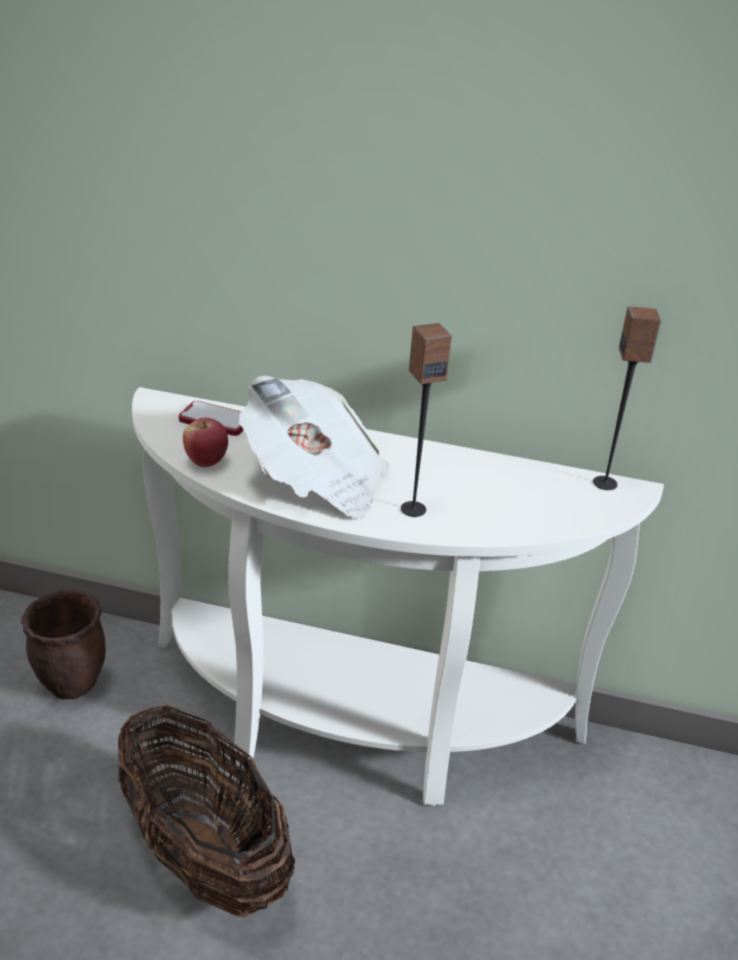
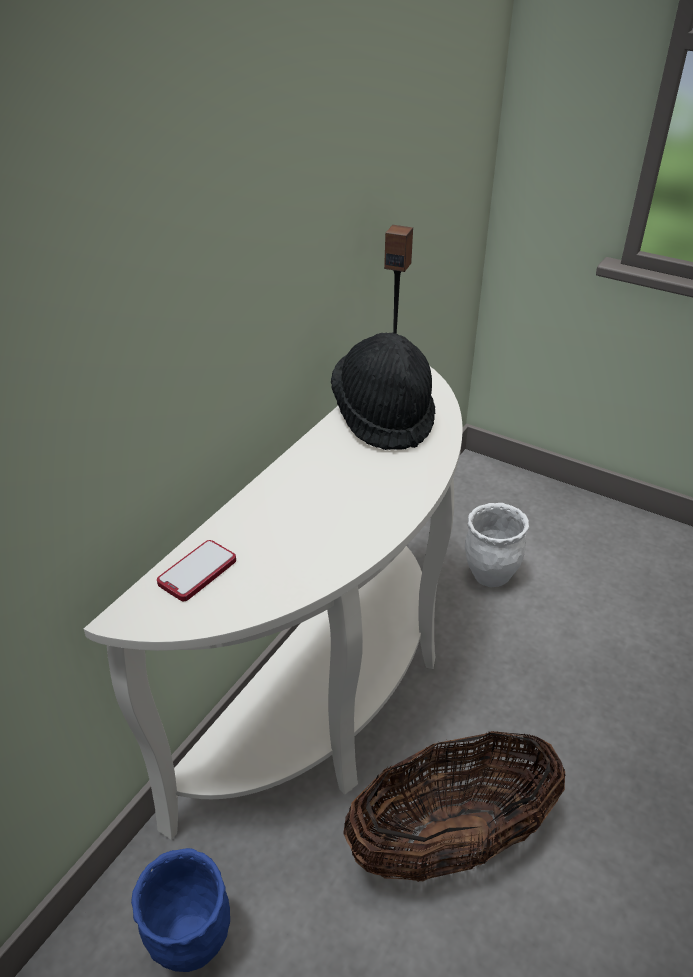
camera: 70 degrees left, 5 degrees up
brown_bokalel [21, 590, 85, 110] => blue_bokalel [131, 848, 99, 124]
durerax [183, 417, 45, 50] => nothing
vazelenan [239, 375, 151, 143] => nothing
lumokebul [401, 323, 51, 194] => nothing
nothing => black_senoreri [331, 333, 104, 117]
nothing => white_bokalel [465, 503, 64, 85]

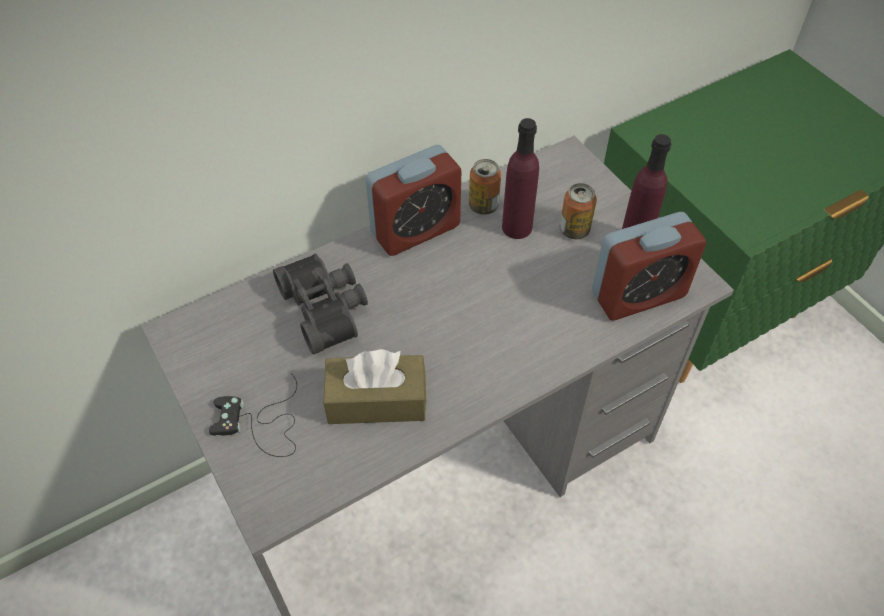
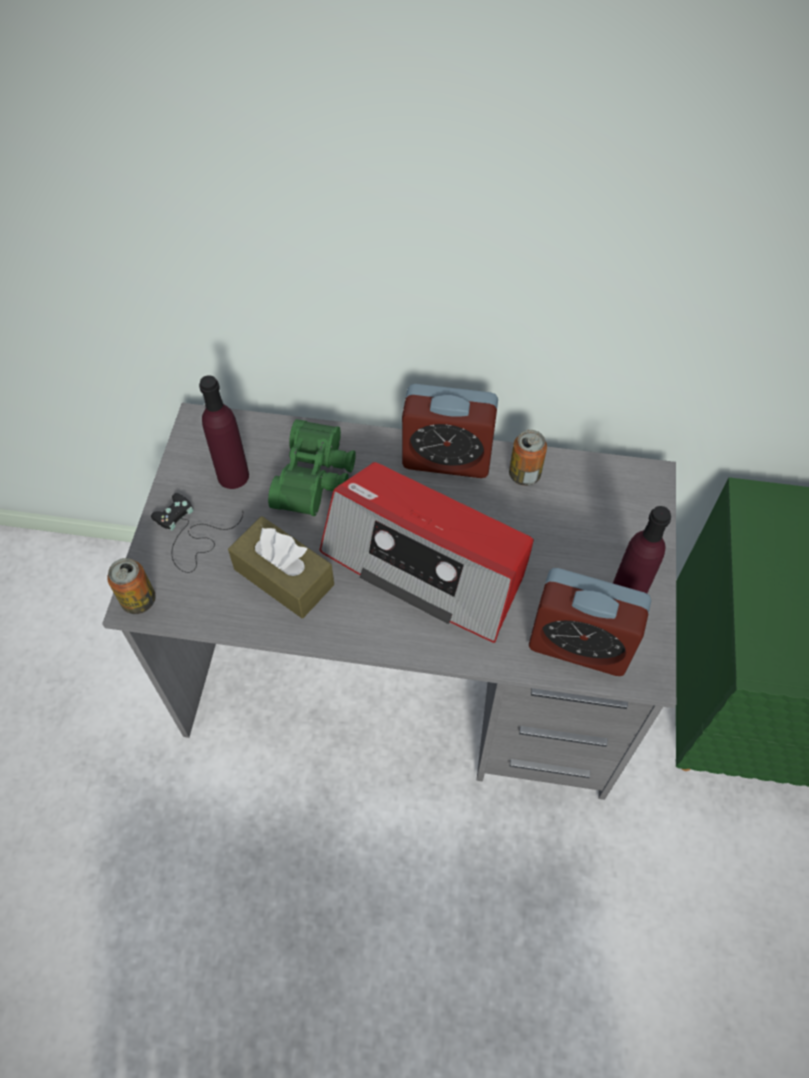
camera: 40 degrees right, 5 degrees up
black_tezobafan [273, 253, 95, 102] => green_tezobafan [268, 419, 88, 97]
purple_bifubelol [502, 118, 37, 121] => purple_bifubelol [199, 375, 50, 114], moved
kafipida [559, 183, 38, 56] => kafipida [107, 558, 49, 56], moved
nothing => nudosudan [320, 462, 214, 181]

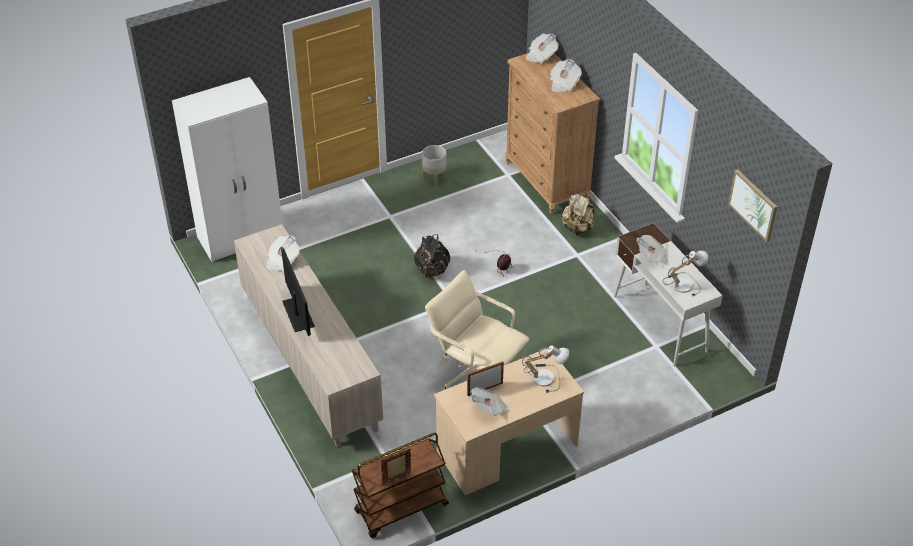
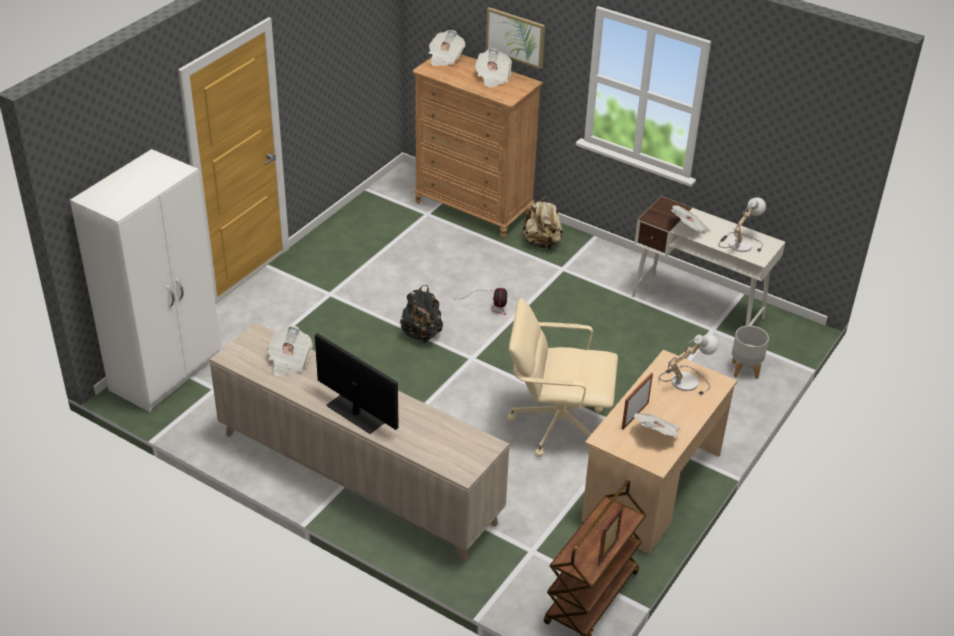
camera: 30 degrees left, 5 degrees down
grey_bokalel [422, 145, 24, 41] => grey_bokalel [732, 325, 37, 54], moved
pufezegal [728, 169, 49, 73] => pufezegal [486, 7, 59, 62], moved

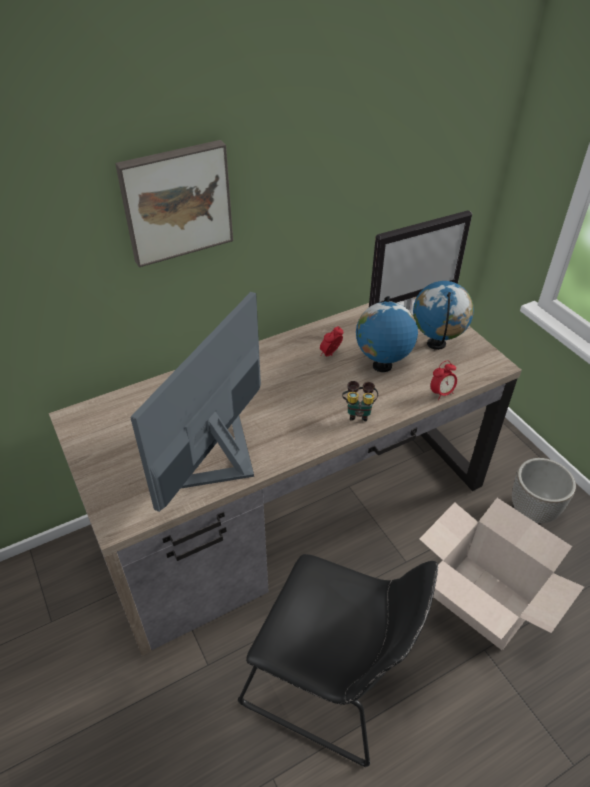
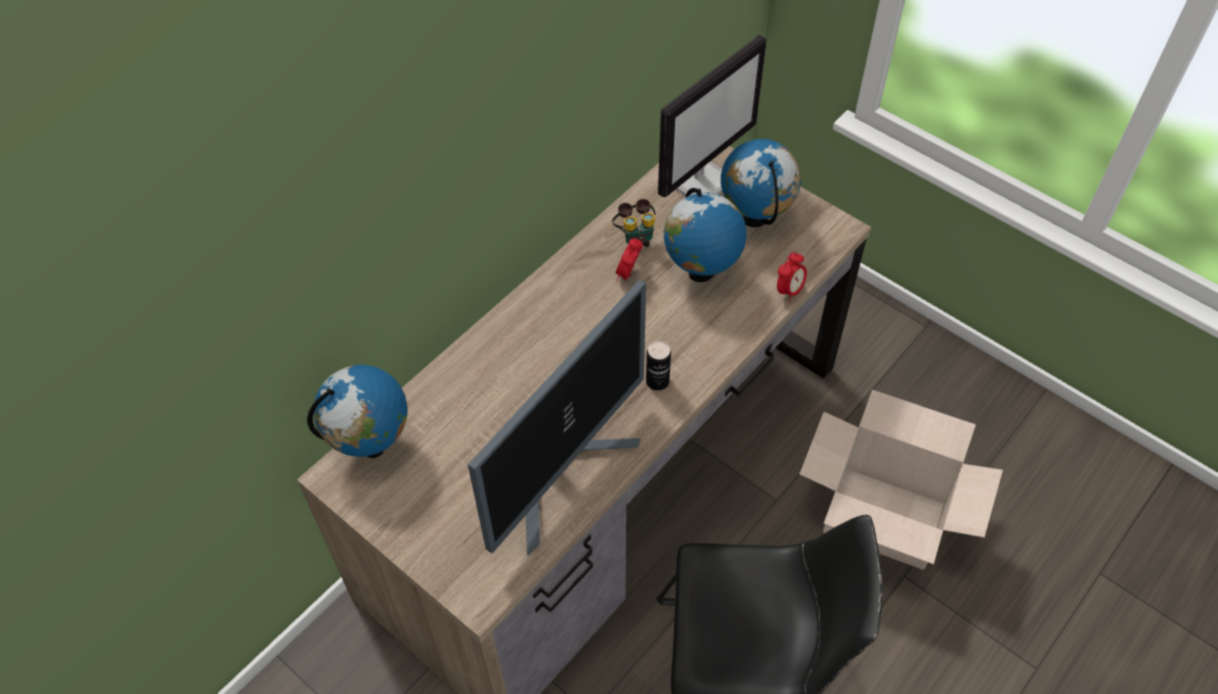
camera: 20 degrees left, 10 degrees up
pufezegal [115, 140, 118, 127] => nothing
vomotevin [130, 292, 131, 220] => vomotevin [468, 279, 178, 277], 150 degrees counterclockwise
tezobafan [342, 381, 36, 40] => tezobafan [612, 199, 43, 48], moved
bokalel [512, 458, 64, 65] => nothing
nothing => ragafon [307, 365, 101, 93]
nothing => kafipida [646, 341, 25, 50]

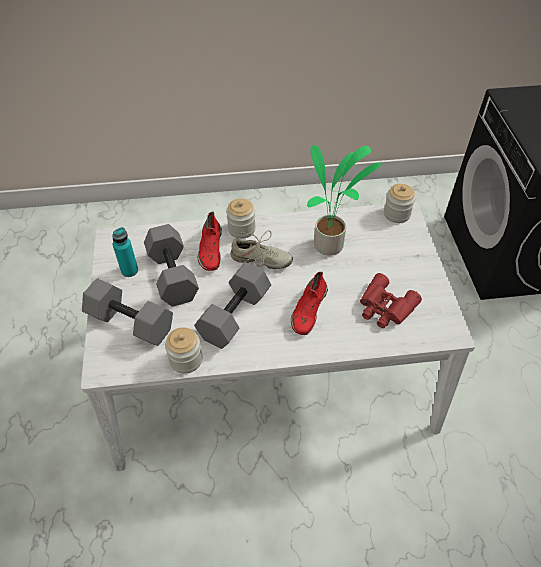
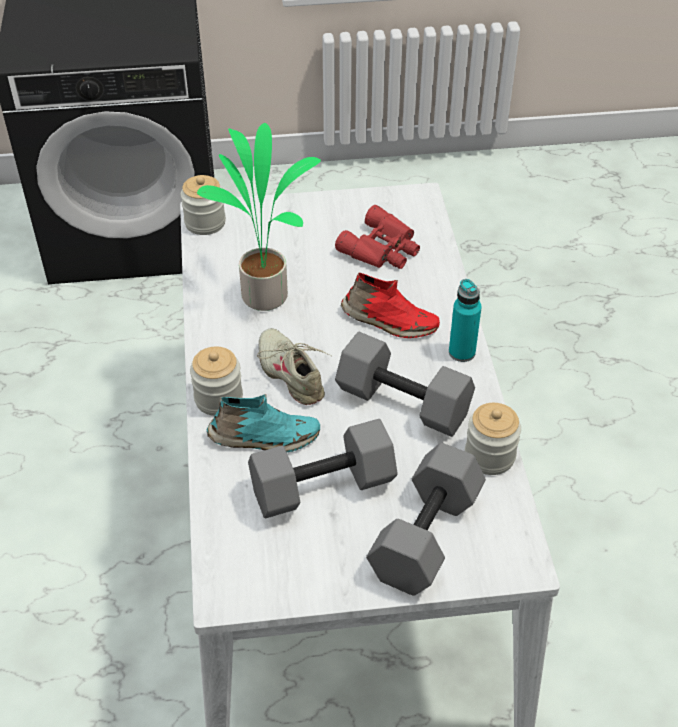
camera: 90 degrees left, 5 degrees down
turquoise_bifubelol [112, 227, 26, 50] => turquoise_bifubelol [449, 279, 33, 83], moved
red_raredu [198, 211, 24, 60] => turquoise_raredu [207, 394, 113, 58]
beige_raredu [230, 230, 63, 39] => beige_raredu [257, 328, 75, 77], 45 degrees counterclockwise

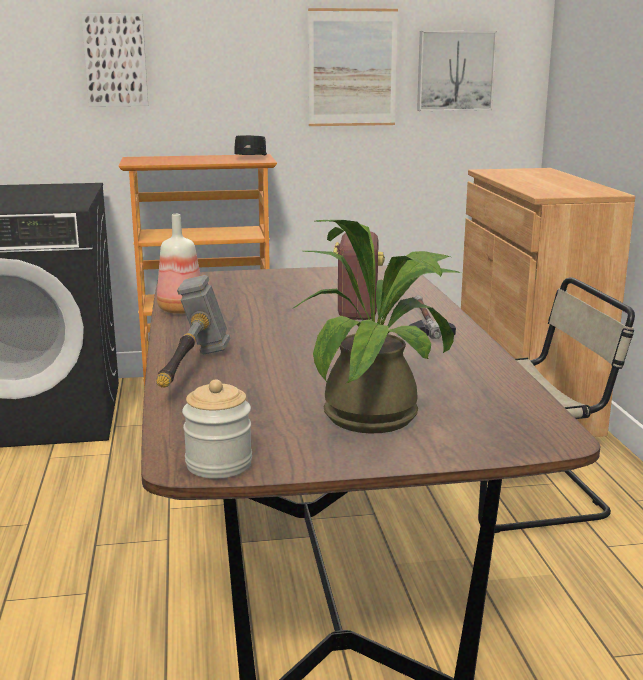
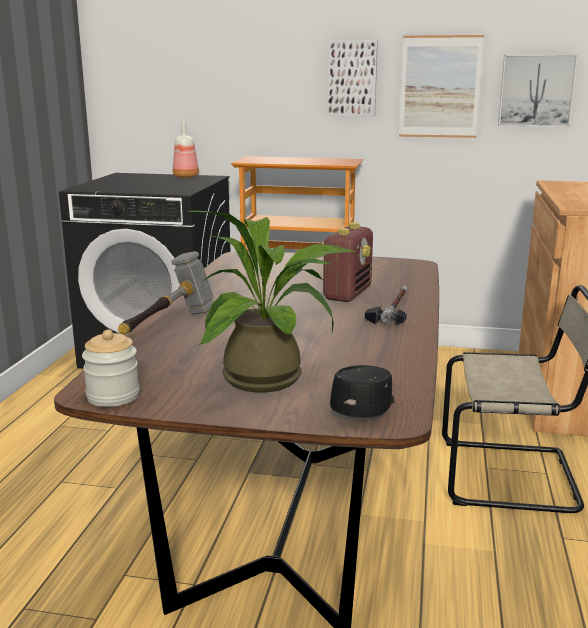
camera: 20 degrees right, 0 degrees up
pufezegal [81, 13, 67, 94] => pufezegal [328, 40, 50, 77], moved
bifubelol [157, 214, 44, 100] => bifubelol [173, 122, 26, 56], moved
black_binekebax [234, 135, 33, 20] => black_binekebax [330, 365, 64, 53], moved

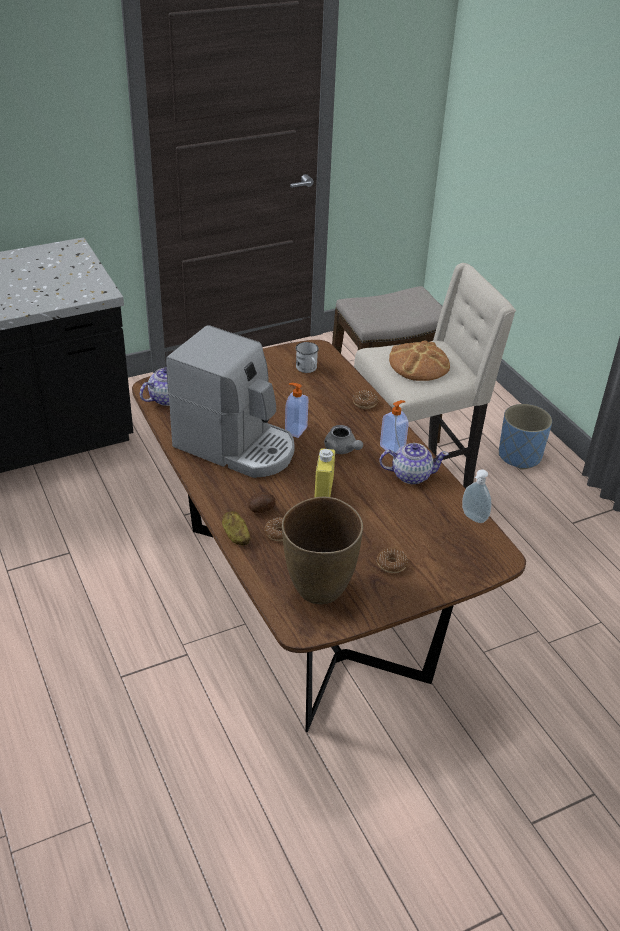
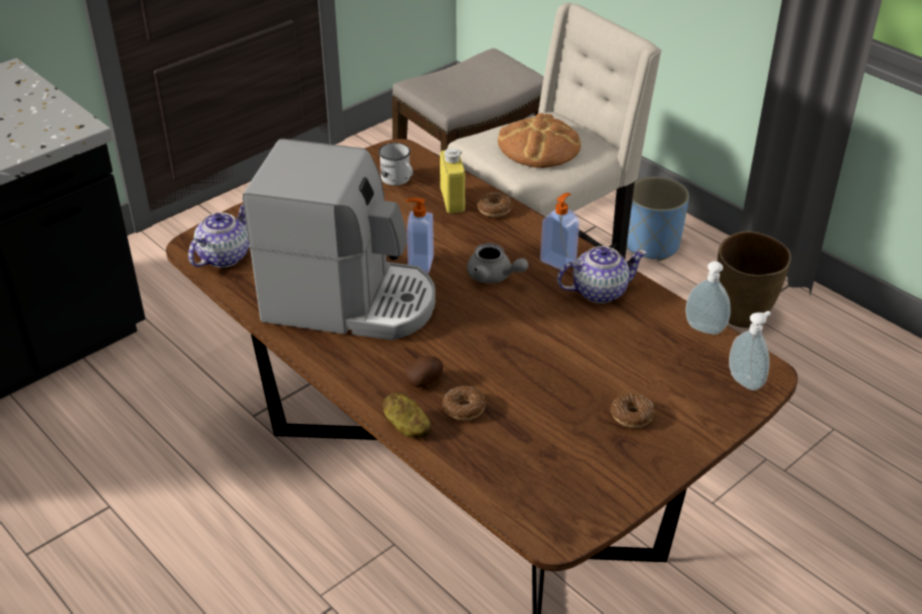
camera: 15 degrees left, 0 degrees up
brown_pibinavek [282, 497, 81, 107] => brown_pibinavek [717, 231, 74, 97], moved
yellow_bifubelol [315, 448, 20, 49] => yellow_bifubelol [440, 148, 25, 65], moved
nothing => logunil [729, 311, 42, 80]

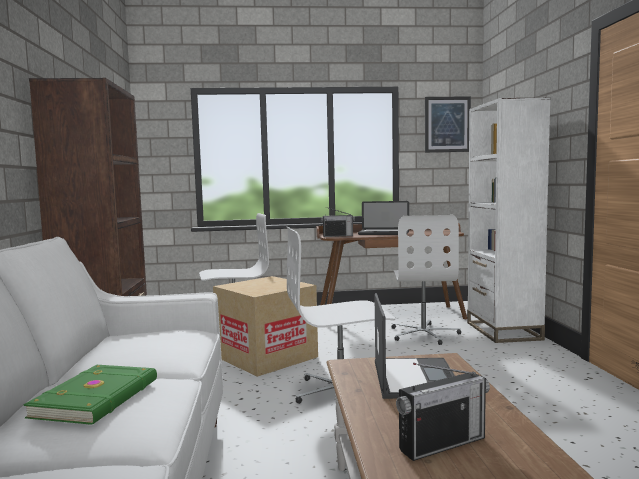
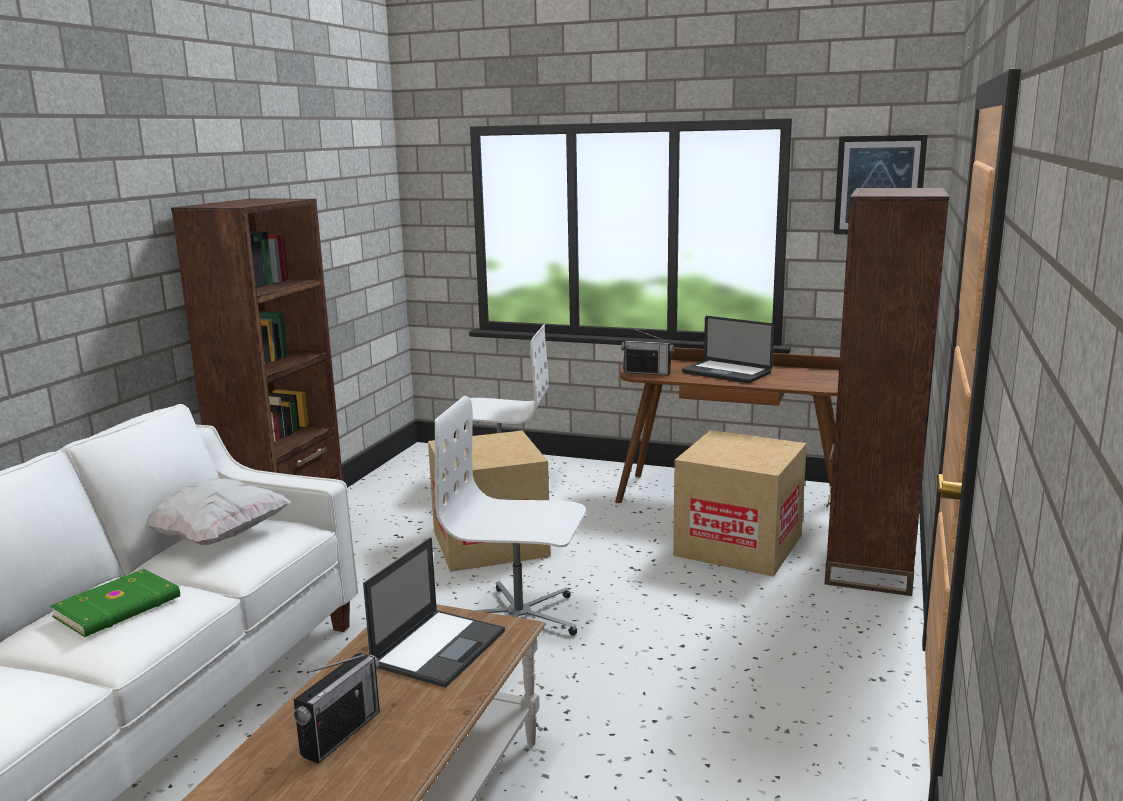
camera: 25 degrees right, 10 degrees up
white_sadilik [391, 215, 70, 130] => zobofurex [673, 430, 134, 147]
nudosudan [396, 363, 94, 98] => nudosudan [294, 653, 86, 111], 60 degrees counterclockwise
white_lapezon [467, 98, 84, 245] => brown_lapezon [825, 188, 124, 408]
nothing => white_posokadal [147, 478, 144, 67]

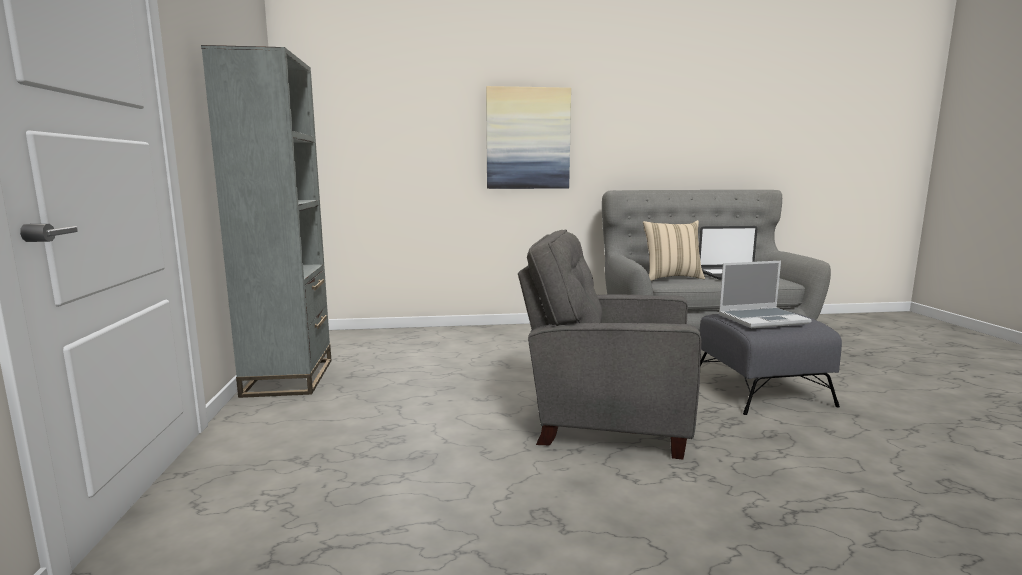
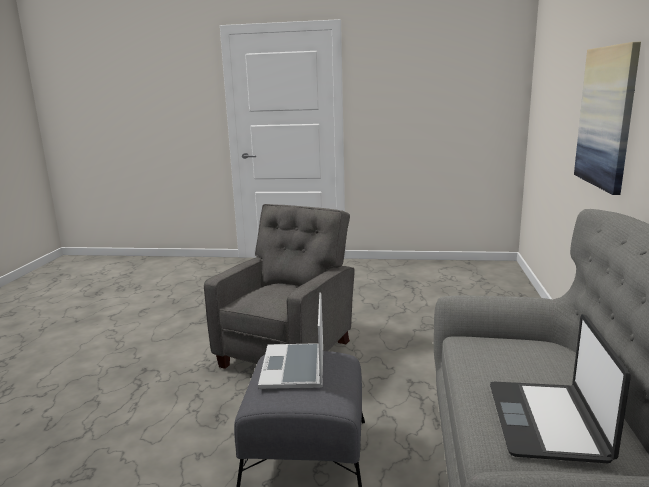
camera: 105 degrees right, 5 degrees up
grey_lapezon [201, 45, 130, 353] => nothing
beige_posokadal [643, 220, 62, 61] => nothing

